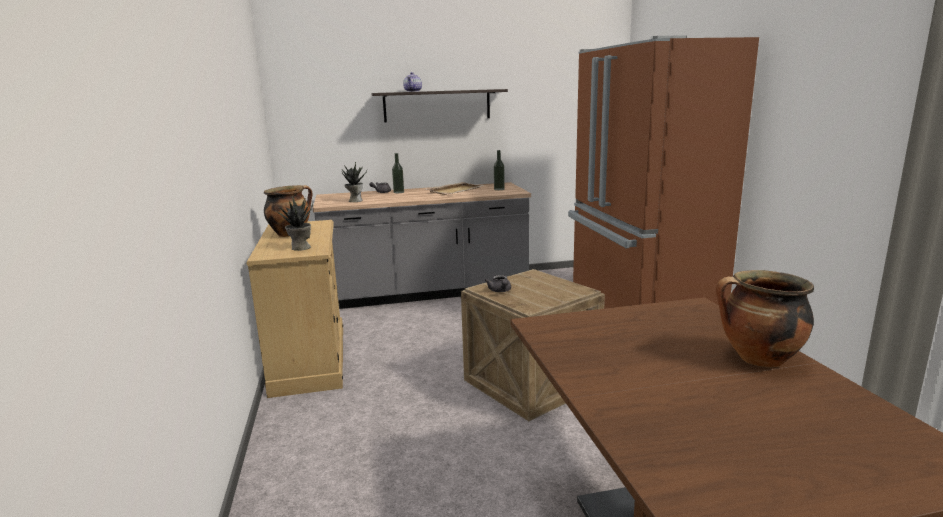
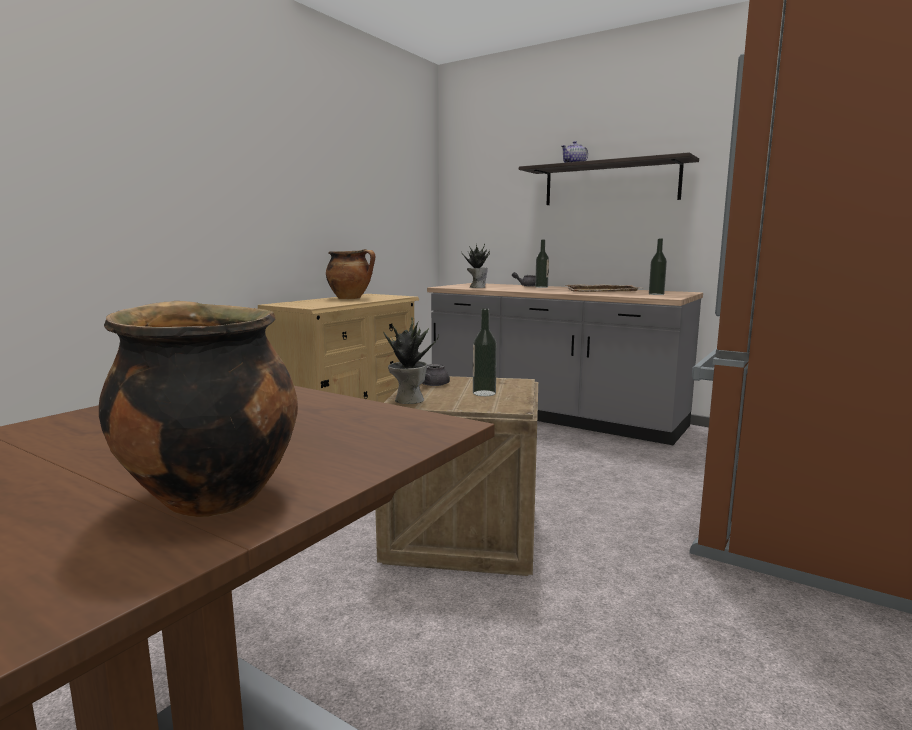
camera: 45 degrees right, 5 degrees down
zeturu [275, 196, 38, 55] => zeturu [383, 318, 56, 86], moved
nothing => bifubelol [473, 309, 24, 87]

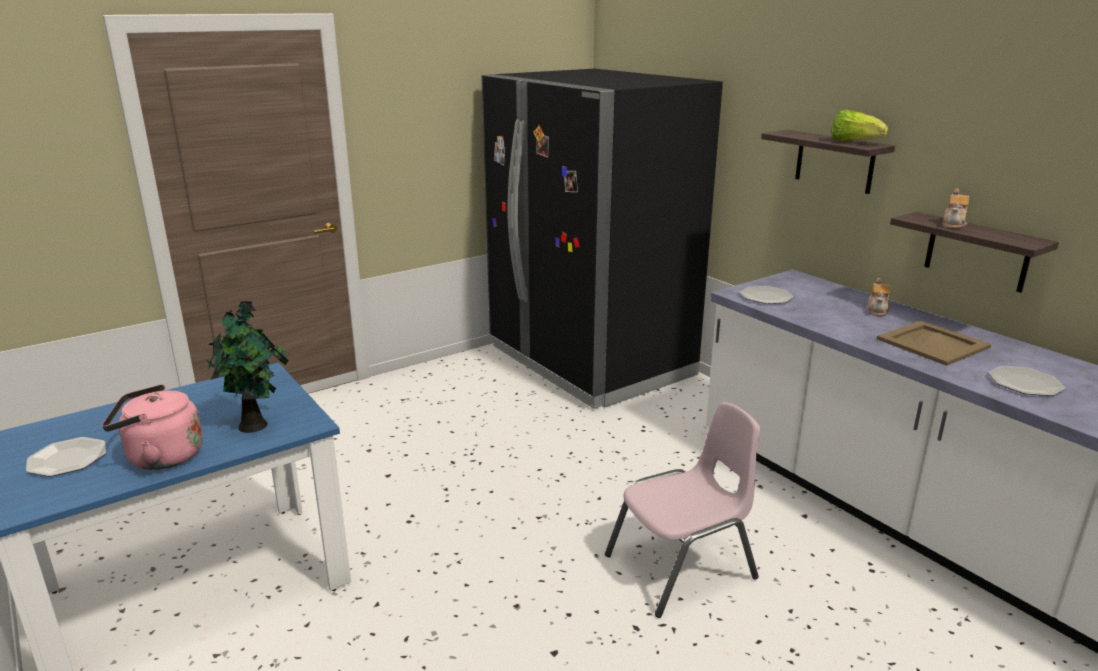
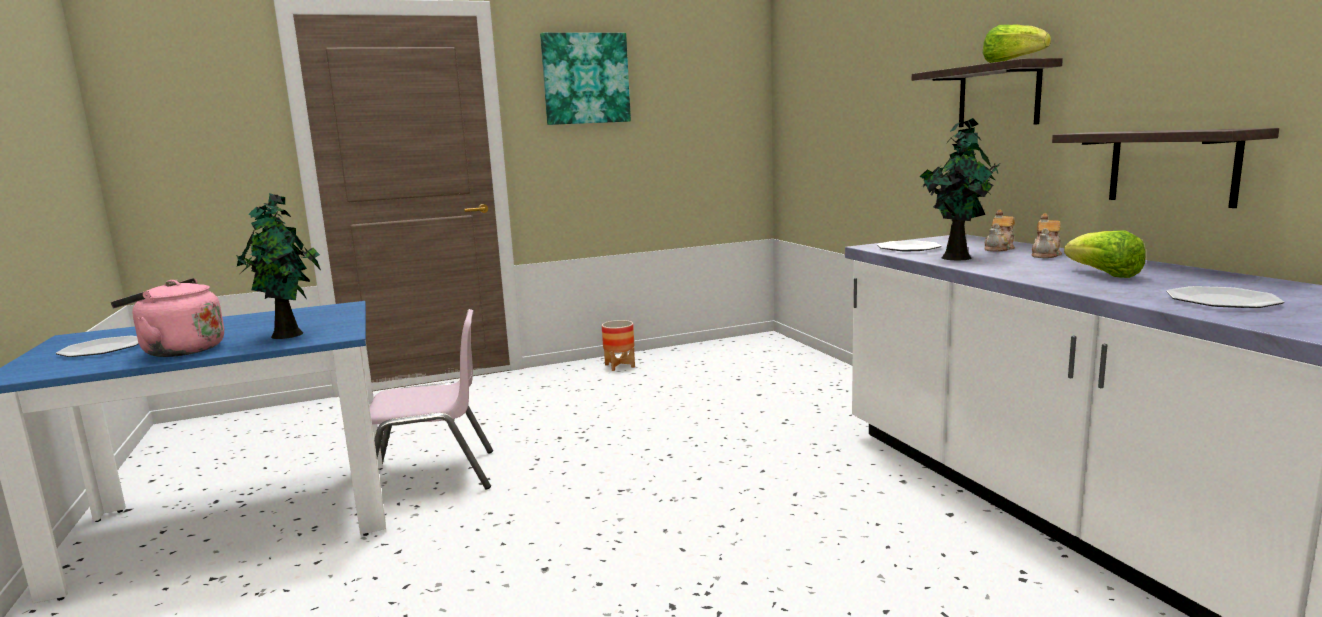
camera: 15 degrees right, 10 degrees down
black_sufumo [481, 69, 242, 340] => nothing
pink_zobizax [605, 402, 155, 216] => pink_zobizax [370, 309, 123, 181], moved
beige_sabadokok [877, 320, 114, 46] => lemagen [1064, 230, 81, 48]
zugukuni [942, 189, 27, 40] => zugukuni [984, 210, 31, 41], moved
nothing => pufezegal [540, 33, 91, 92]
nothing => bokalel [602, 320, 33, 51]
nothing => zeturu [919, 118, 81, 142]

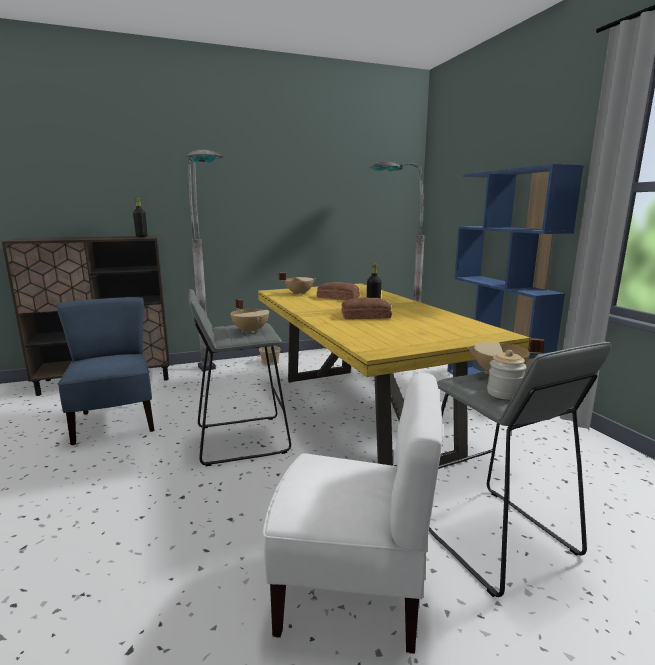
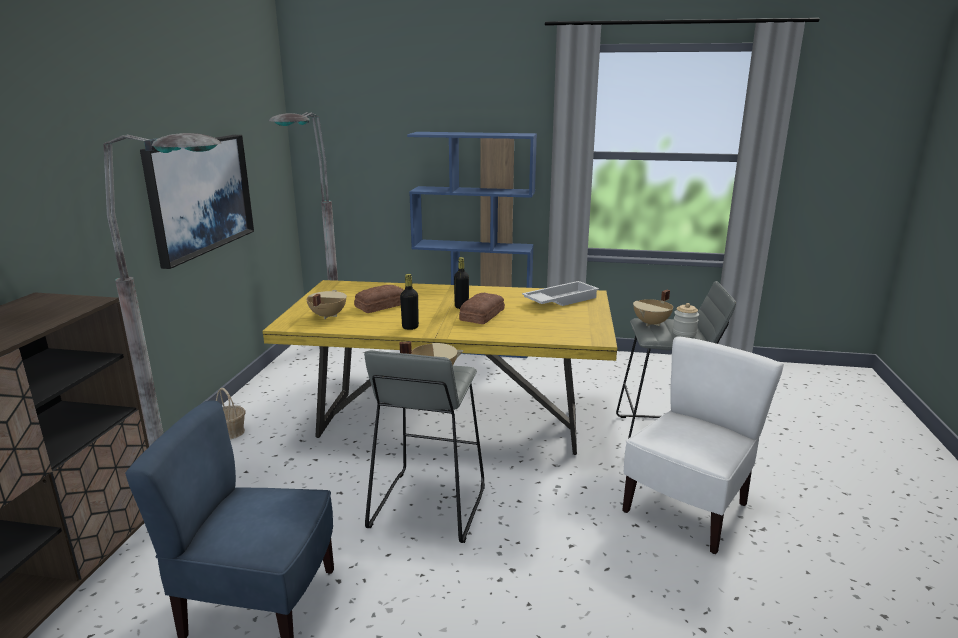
camera: 60 degrees left, 5 degrees up
black_bifubelol [133, 198, 14, 39] => black_bifubelol [400, 274, 19, 56], moved
nothing => pufezegal [140, 135, 114, 134]
nothing => white_sabadokok [522, 281, 77, 25]

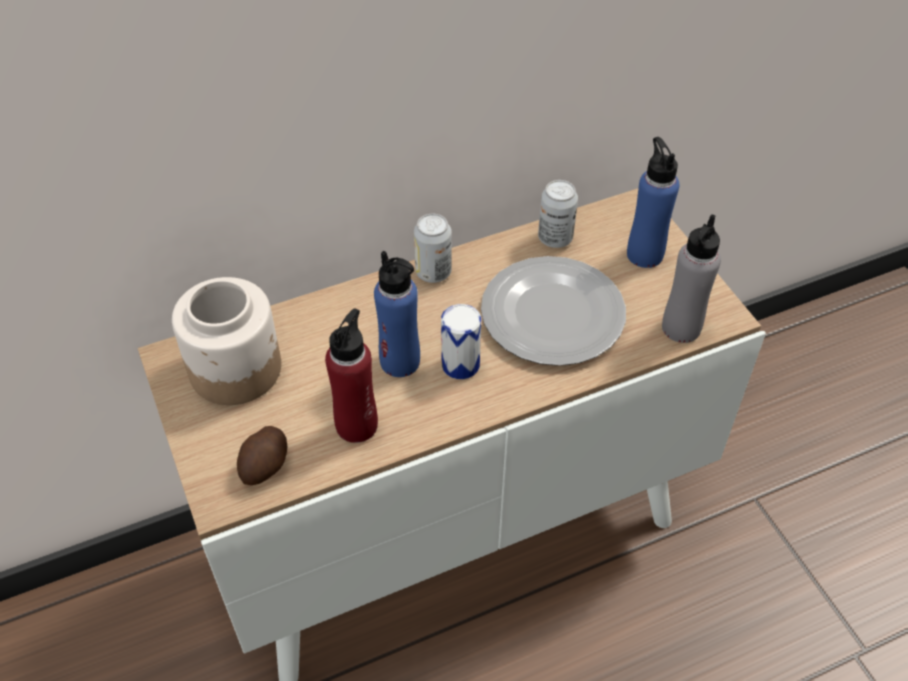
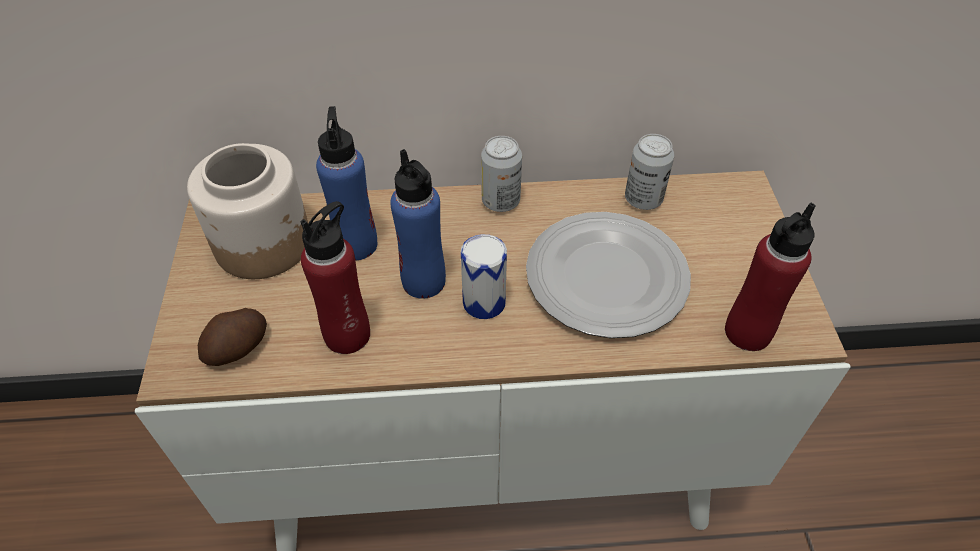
camera: 20 degrees right, 0 degrees up
blue_bifubelol [627, 137, 52, 131] => blue_bifubelol [316, 106, 61, 155], moved
grey_bifubelol [662, 214, 59, 129] => red_bifubelol [725, 203, 91, 148]

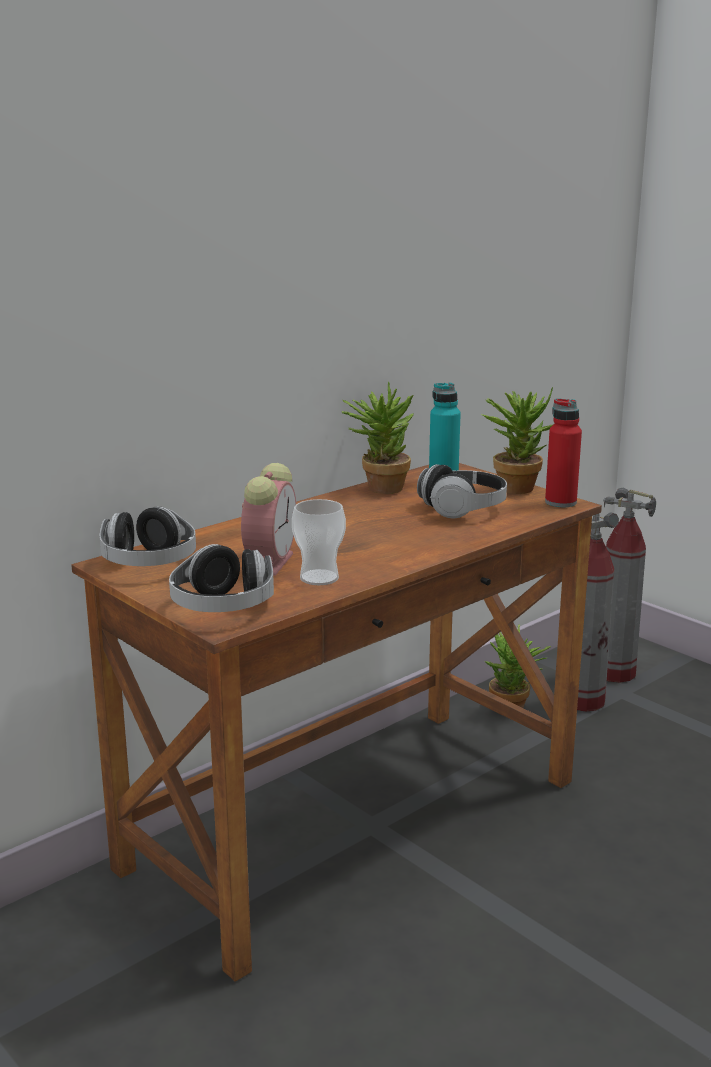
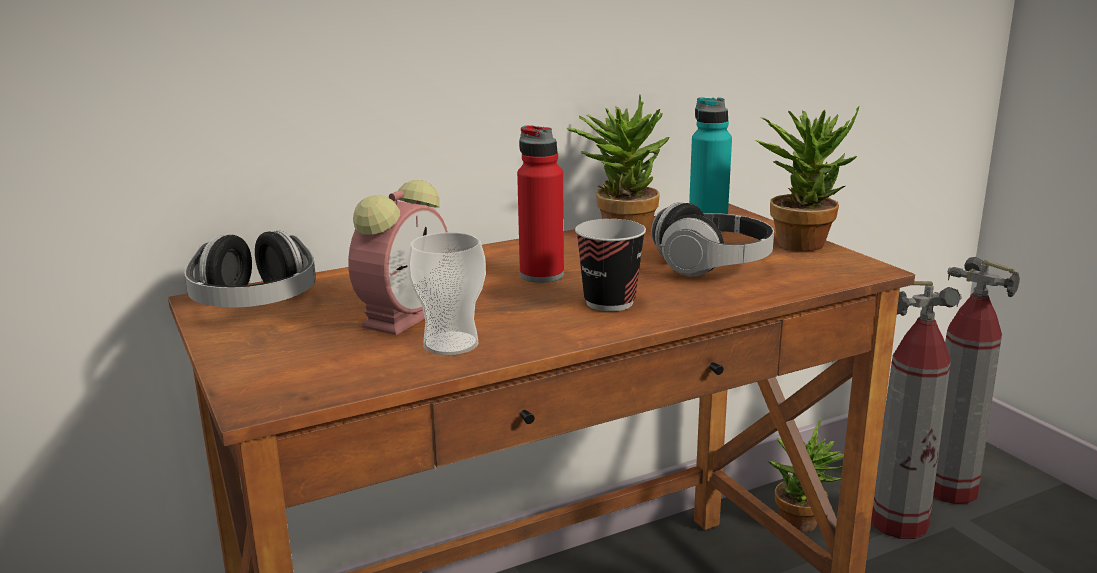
camera: 15 degrees right, 0 degrees up
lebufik [169, 544, 105, 68] => nothing
red_bifubelol [545, 398, 37, 109] => red_bifubelol [517, 125, 47, 158], moved
nothing => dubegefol [575, 219, 71, 92]

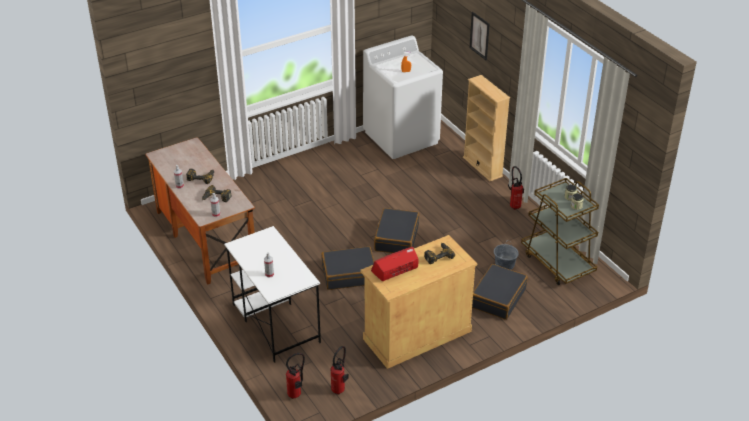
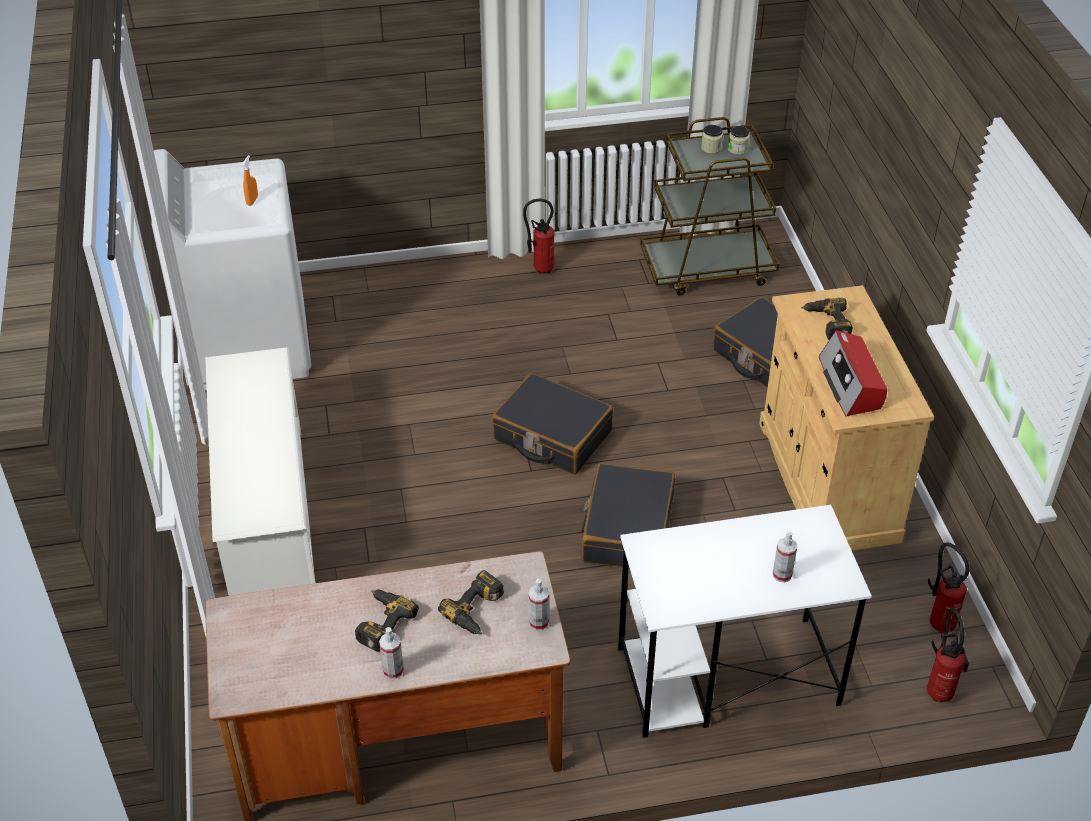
camera: 70 degrees left, 5 degrees up
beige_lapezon [463, 75, 47, 106] => nothing
pufezegal [470, 12, 20, 48] => nothing
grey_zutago [494, 240, 25, 30] => nothing
nothing => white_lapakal [205, 347, 111, 249]

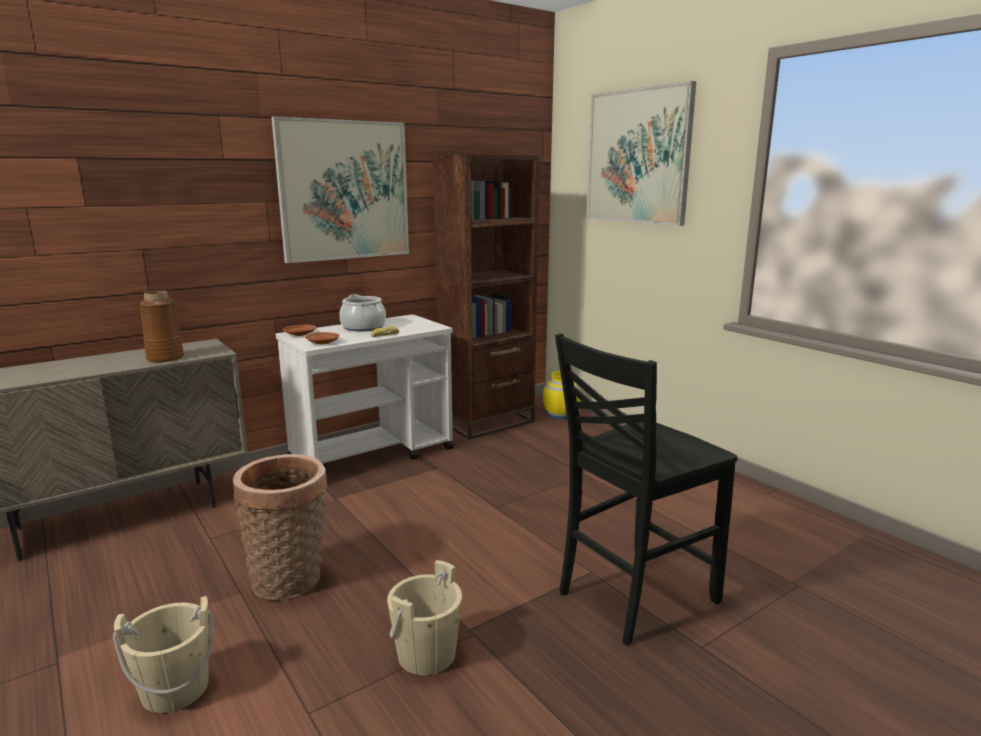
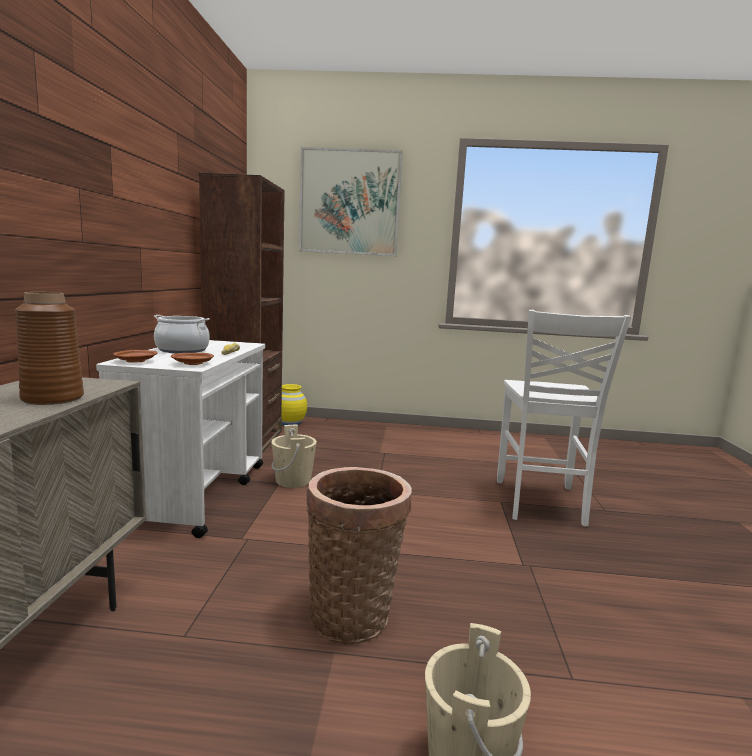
camera: 50 degrees left, 5 degrees down
pufezegal [271, 116, 138, 147] => nothing
beige_zutago [387, 560, 75, 115] => beige_zutago [271, 425, 46, 63], moved
black_zobizax [555, 333, 183, 313] => white_zobizax [497, 310, 134, 217]

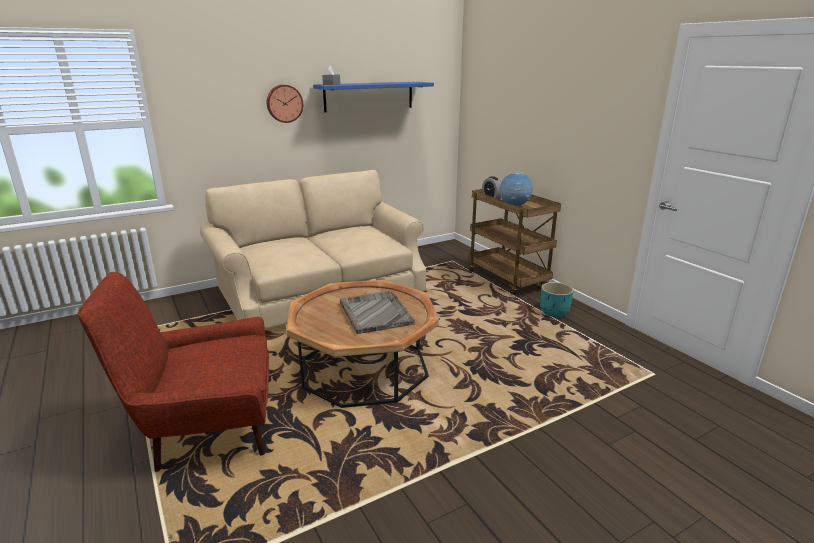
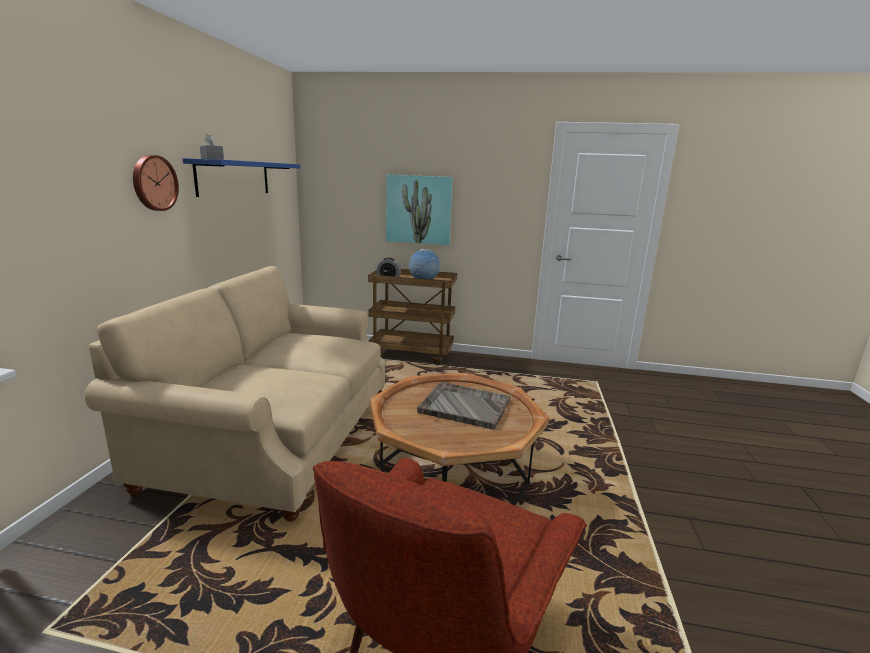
camera: 50 degrees left, 5 degrees down
turquoise_bokalel [540, 282, 33, 35] => nothing
nothing => pufezegal [386, 175, 67, 70]

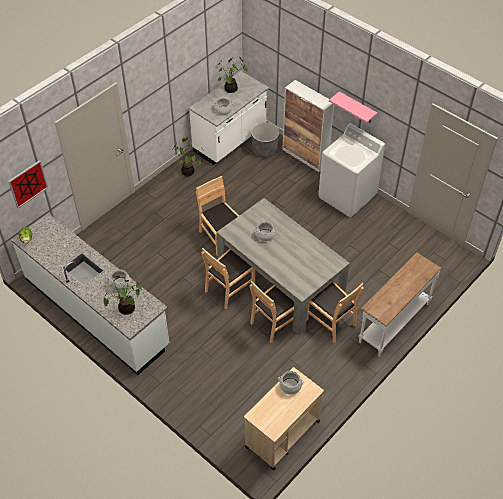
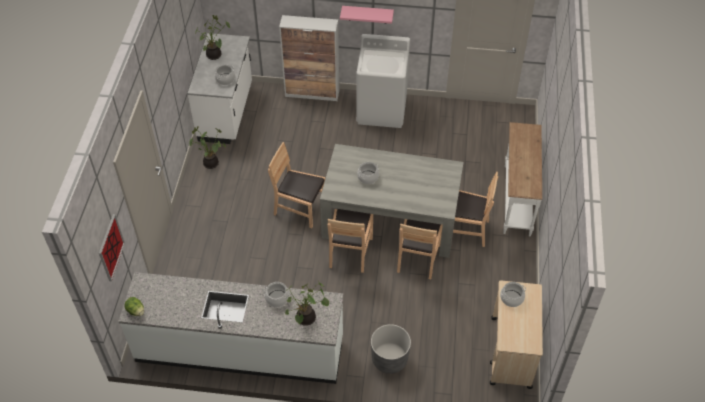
camera: 35 degrees left, 0 degrees up
grey_bokalel [251, 122, 28, 36] => grey_bokalel [371, 324, 40, 50], moved

